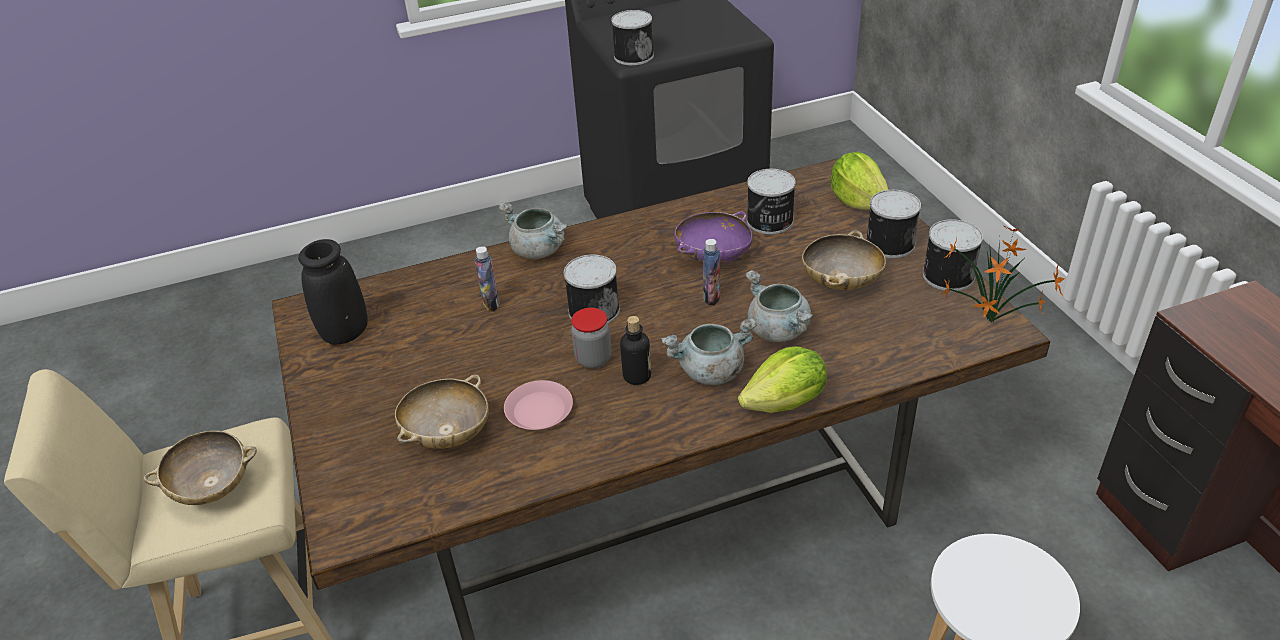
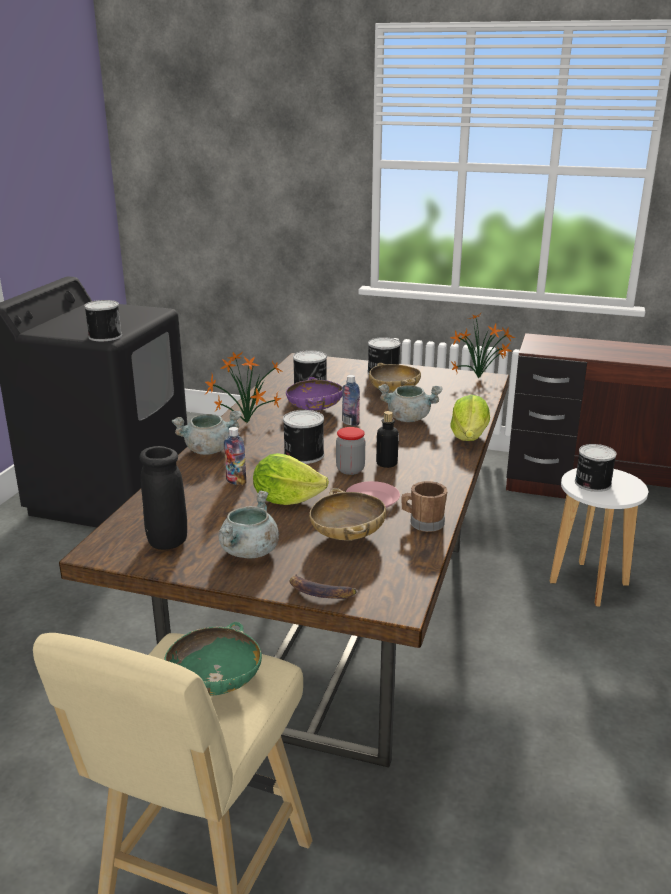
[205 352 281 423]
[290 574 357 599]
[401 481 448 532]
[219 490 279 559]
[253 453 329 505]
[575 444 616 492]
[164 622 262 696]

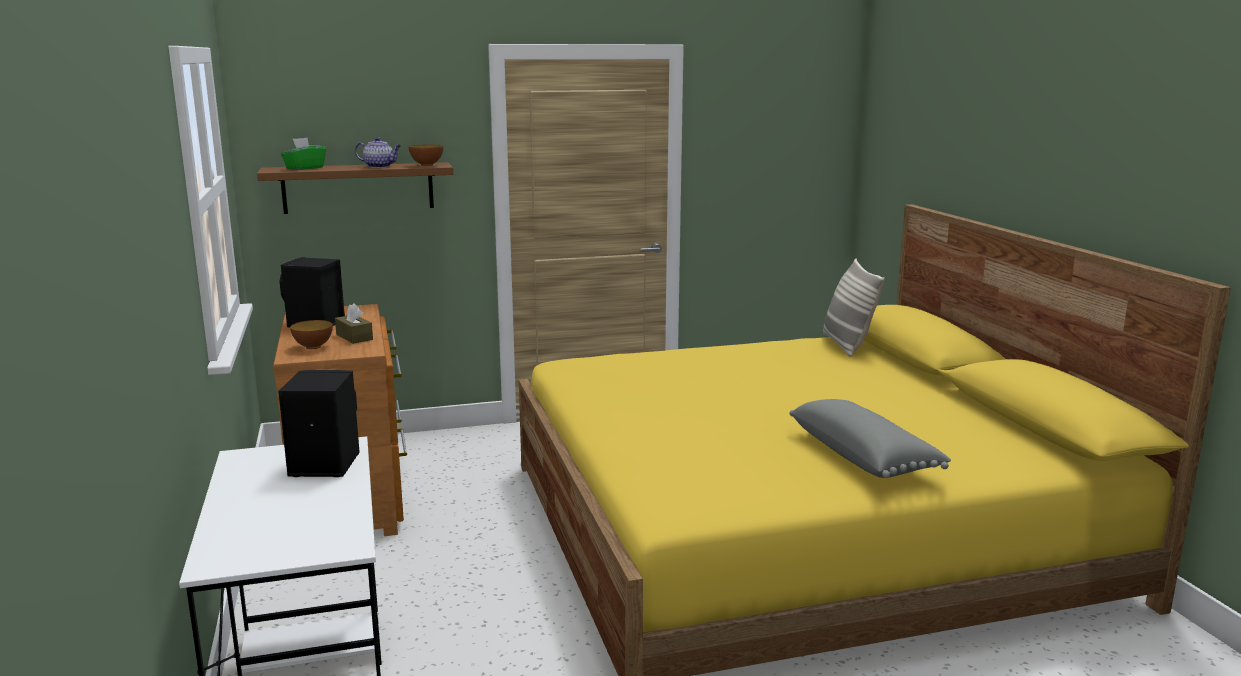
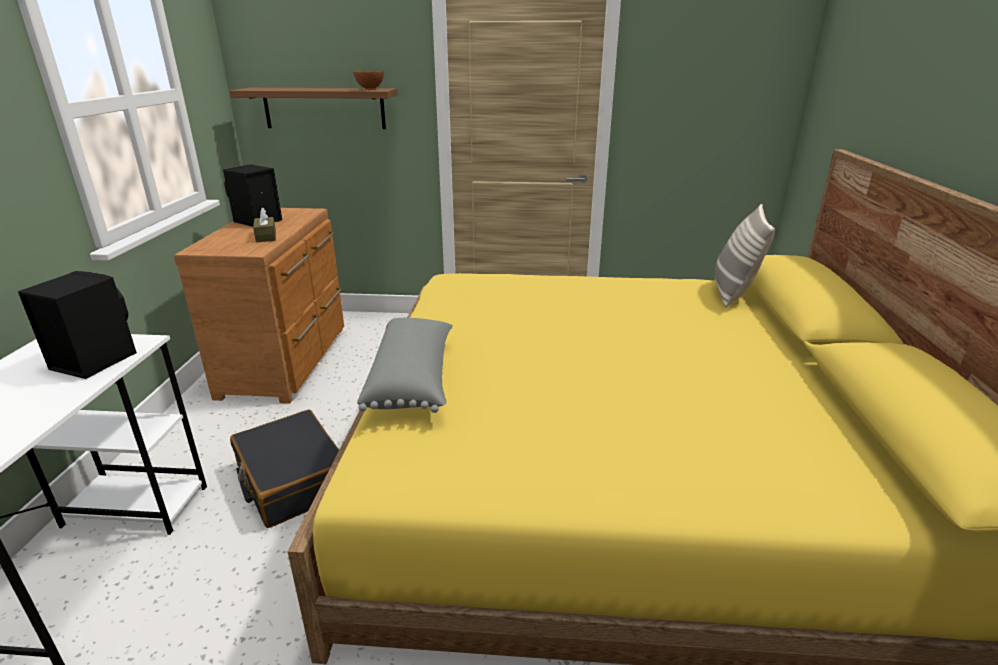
[281 138 326 170] (first image)
[290 320 333 349] (first image)
[355 137 401 168] (first image)
[230 410 339 528]
[357 318 453 413]

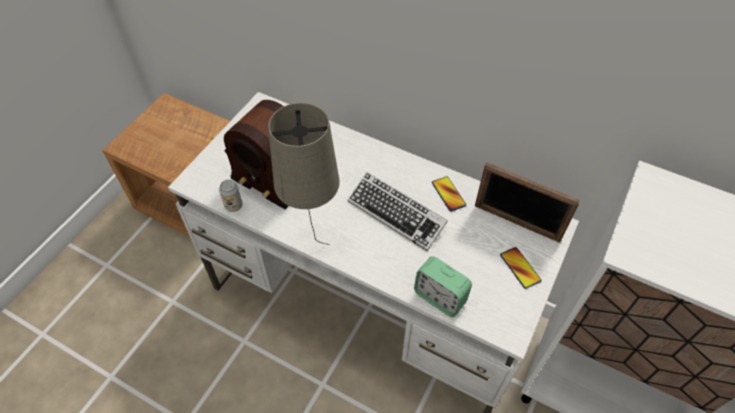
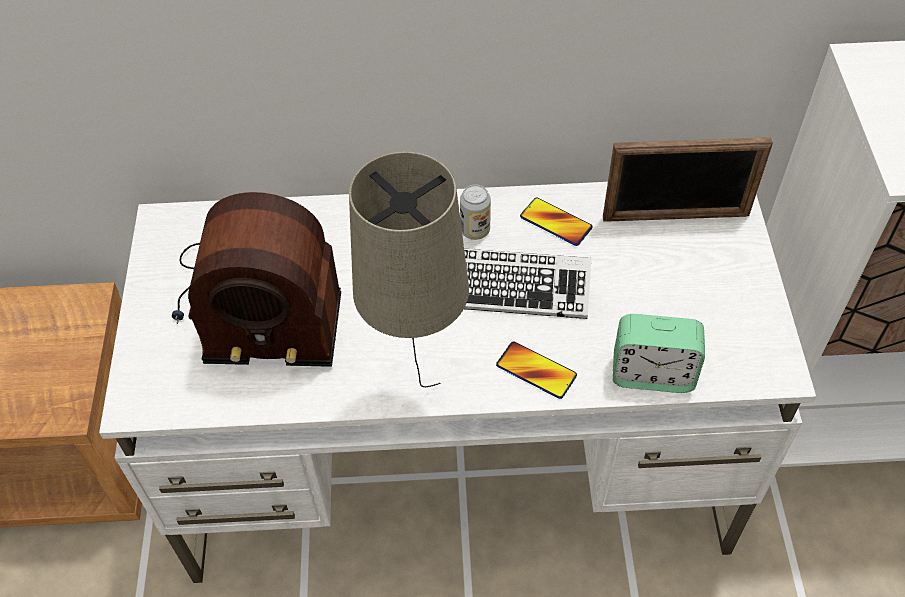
[460 185 491 240]
[496 341 577 399]

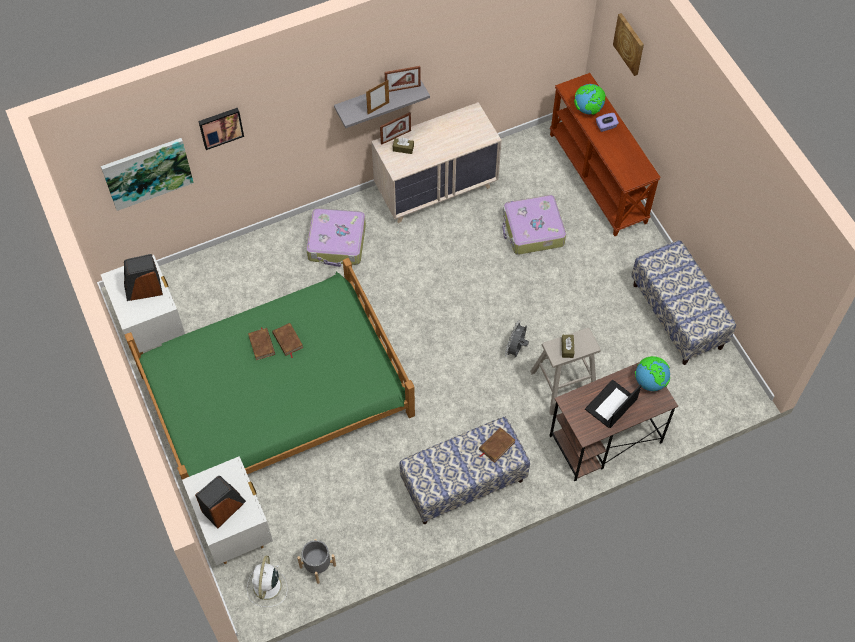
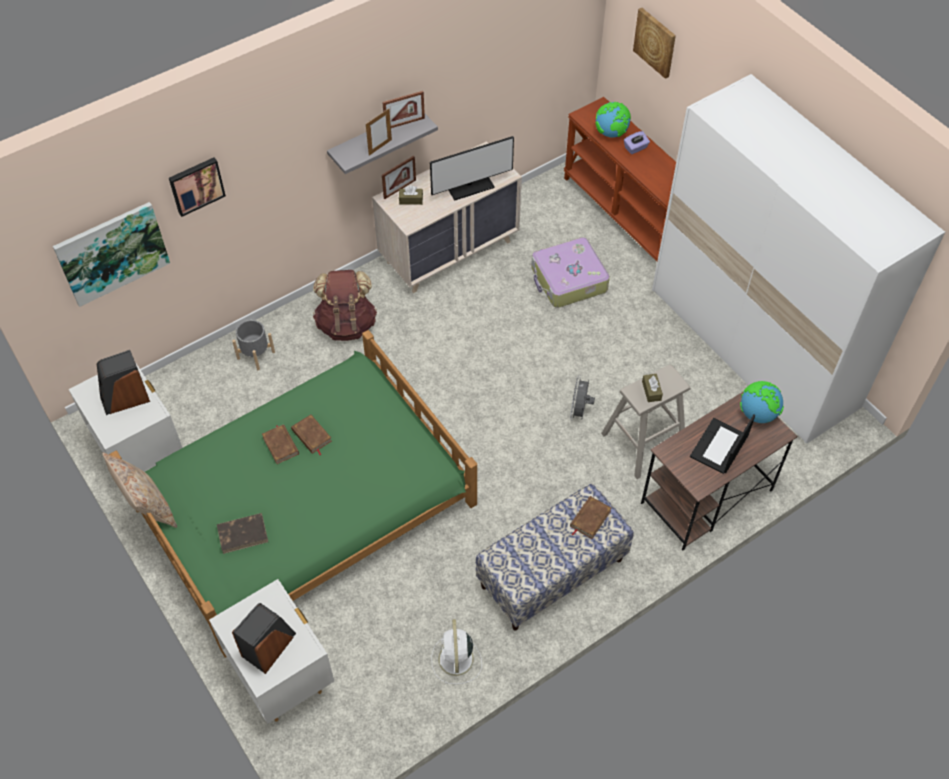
[102 453 177 528]
[217 513 268 554]
[430 136 514 201]
[431 619 482 684]
[232 320 275 370]
[313 270 377 341]
[652 74 945 443]

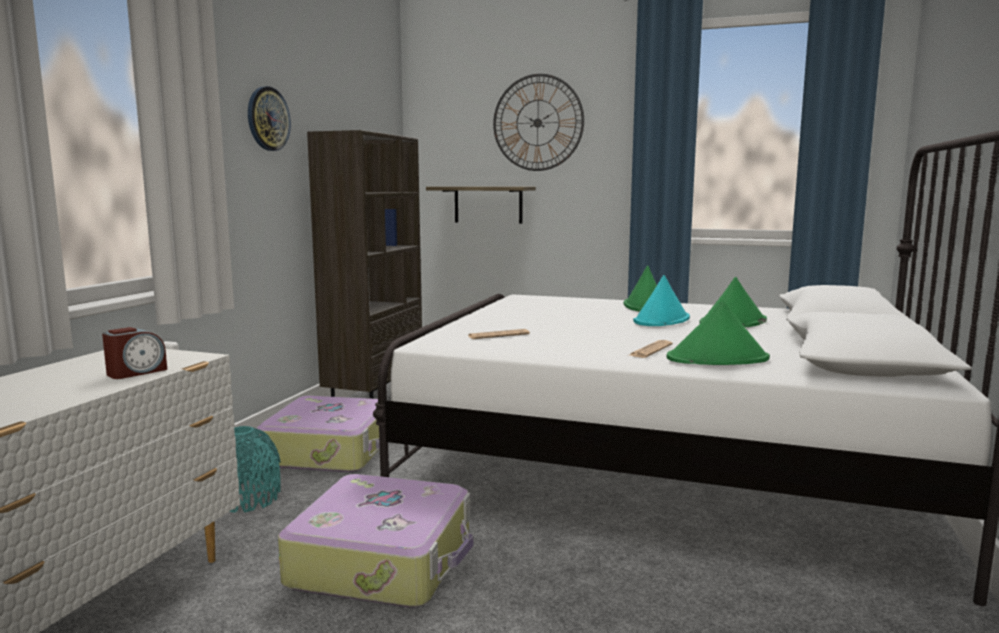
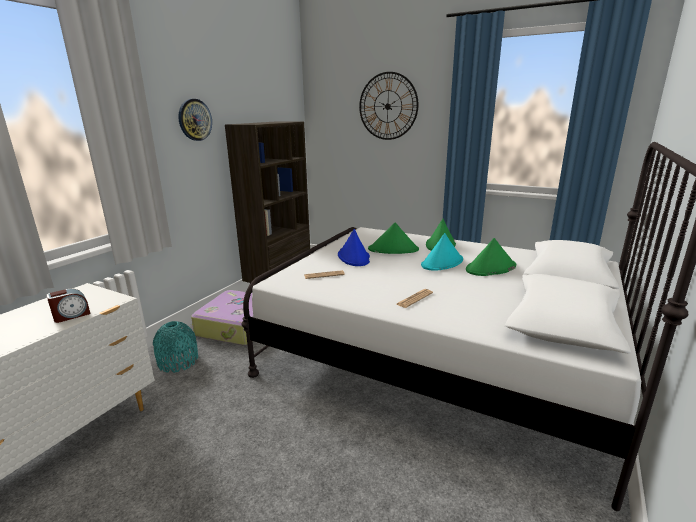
[278 474 474 608] (first image)
[426 187 536 224] (first image)
[338 229 370 266]
[368 222 419 254]

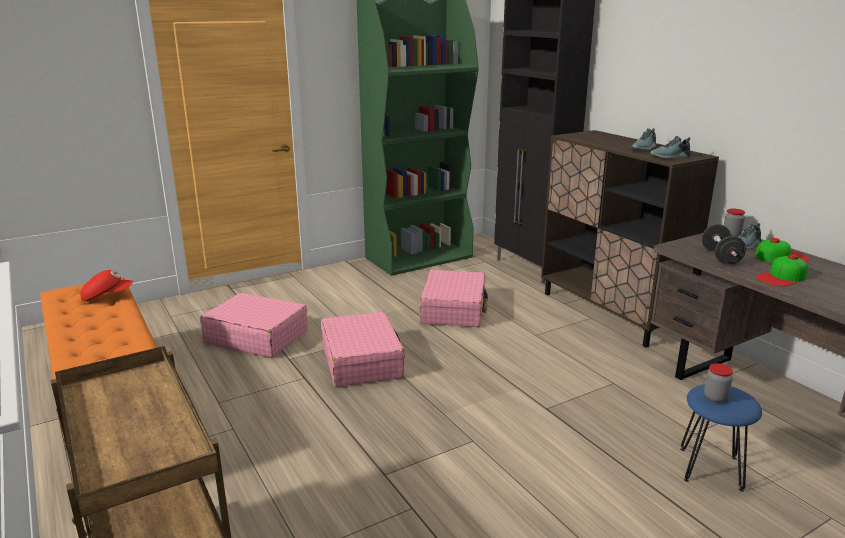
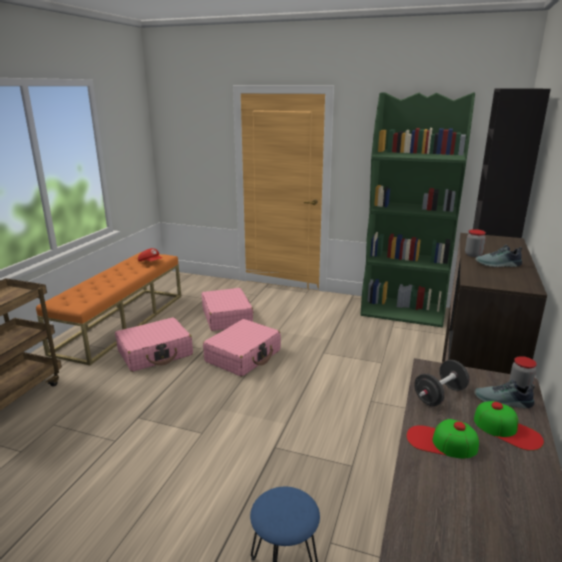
[650 136 691 158] (first image)
[115 317 193 372]
[465 229 486 257]

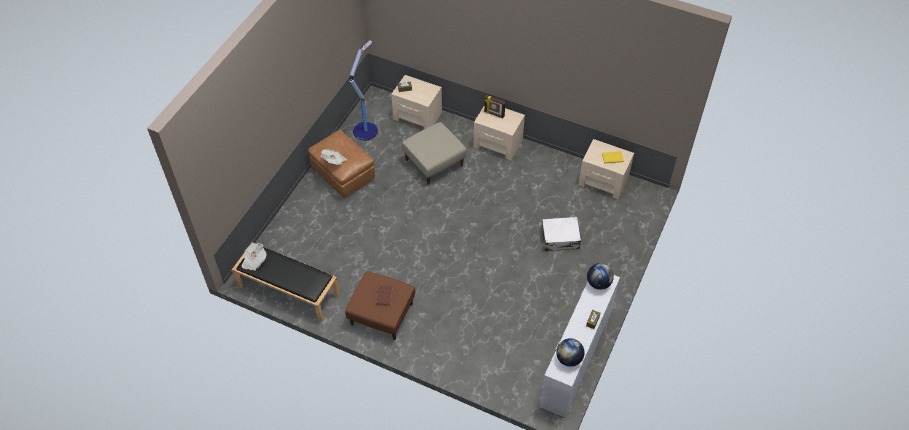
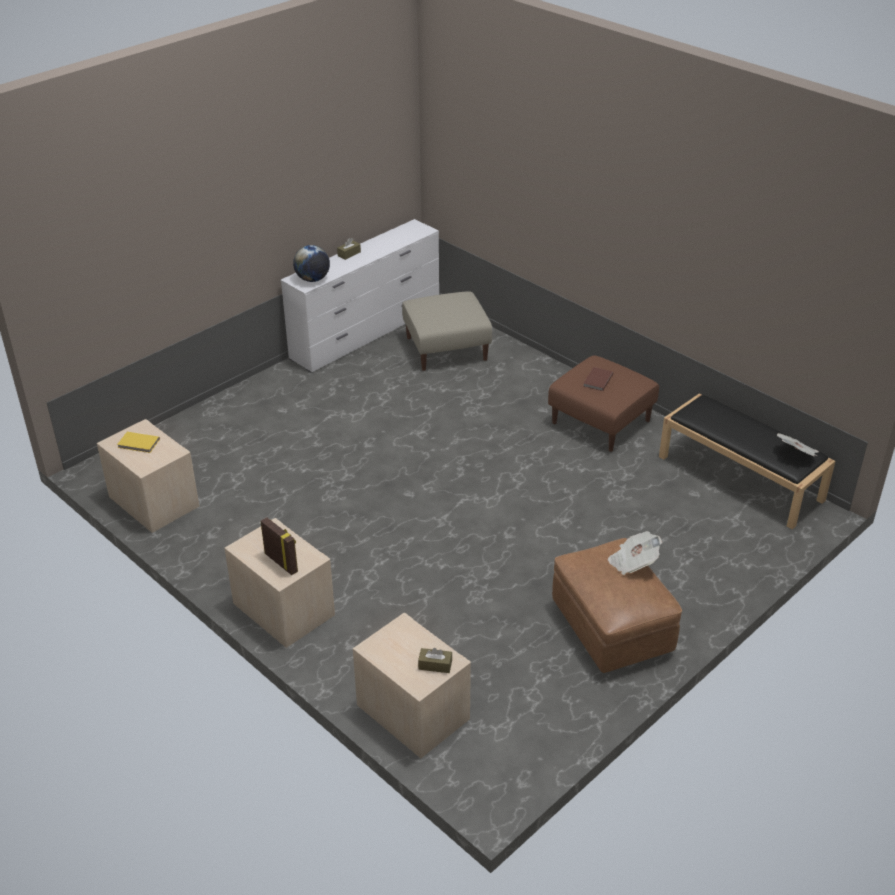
[349 40 378 141] (first image)
[542 217 582 251] (first image)
[556 338 585 367] (first image)
[402 291 492 371]

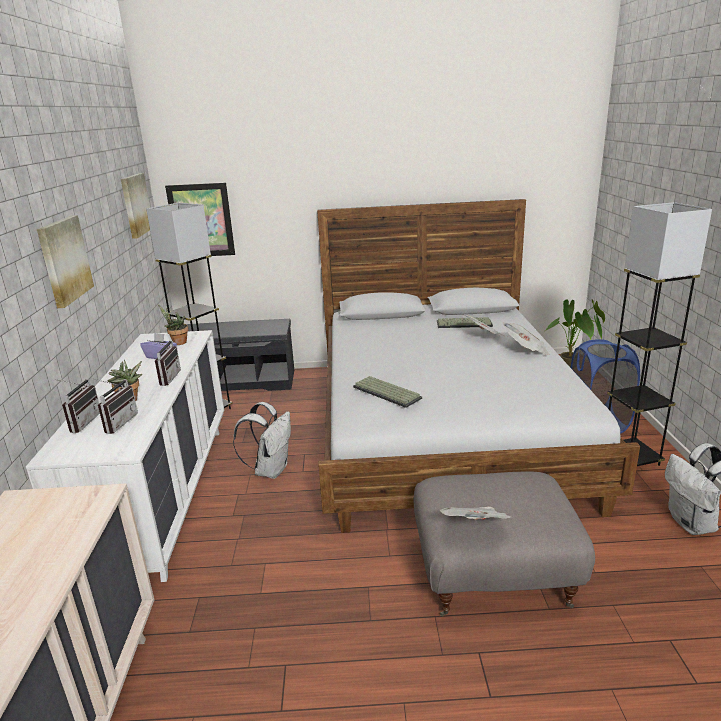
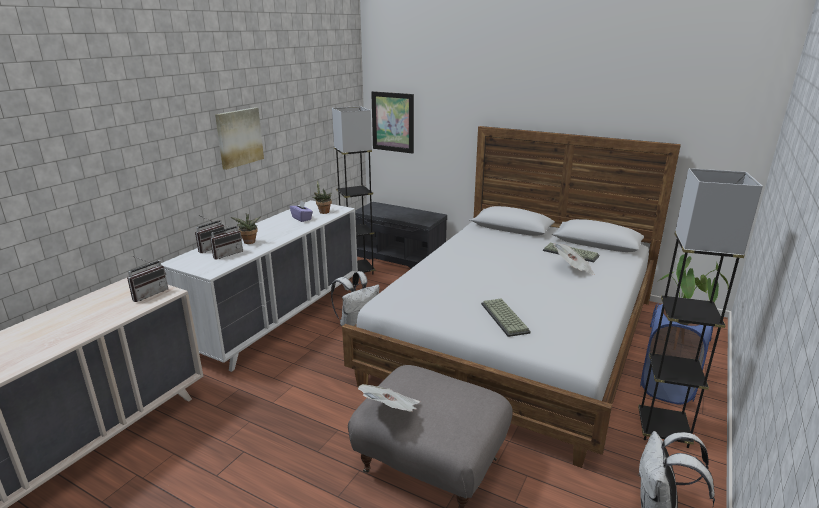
[121 173 150 239] (first image)
[503 323 549 355] (first image)
[127 256 168 302]
[481 298 531 337]

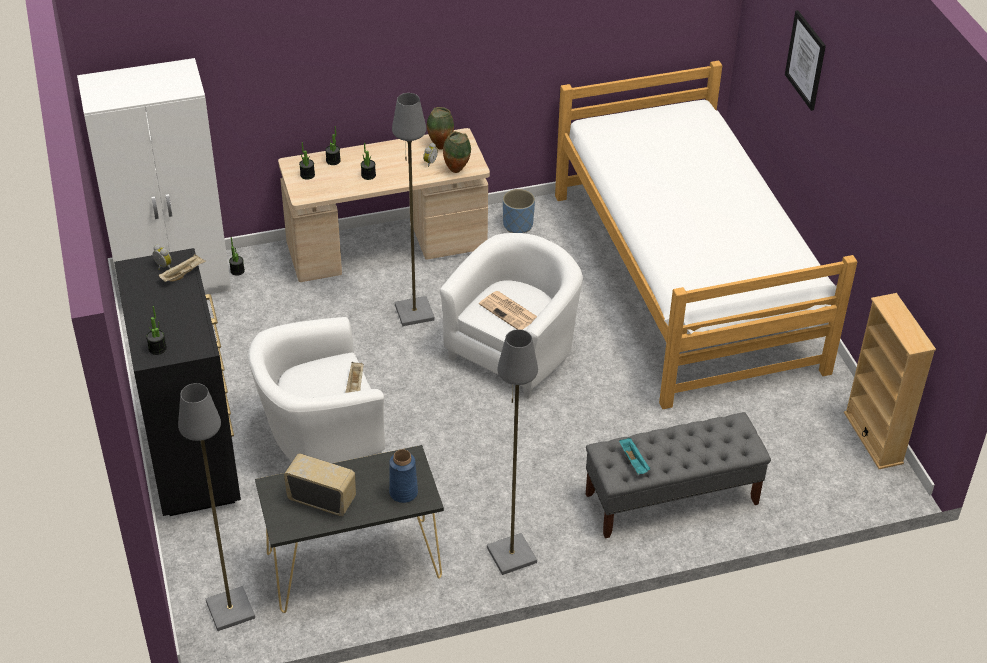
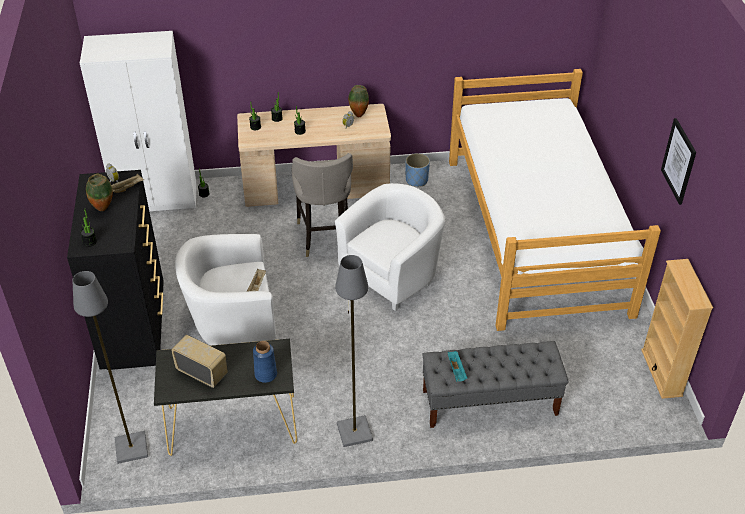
[479 291 537 330] (first image)
[86 174 113 211]
[661 118 696 205]
[291 153 353 257]

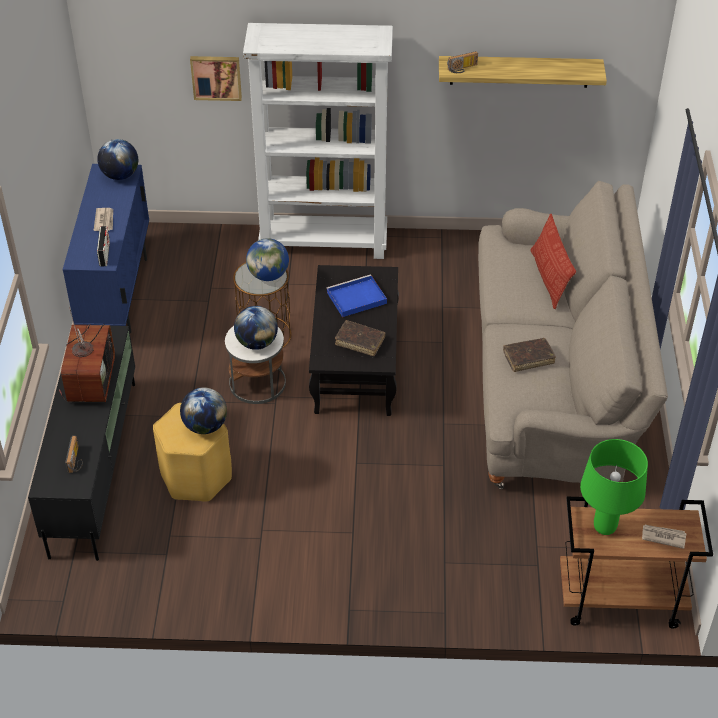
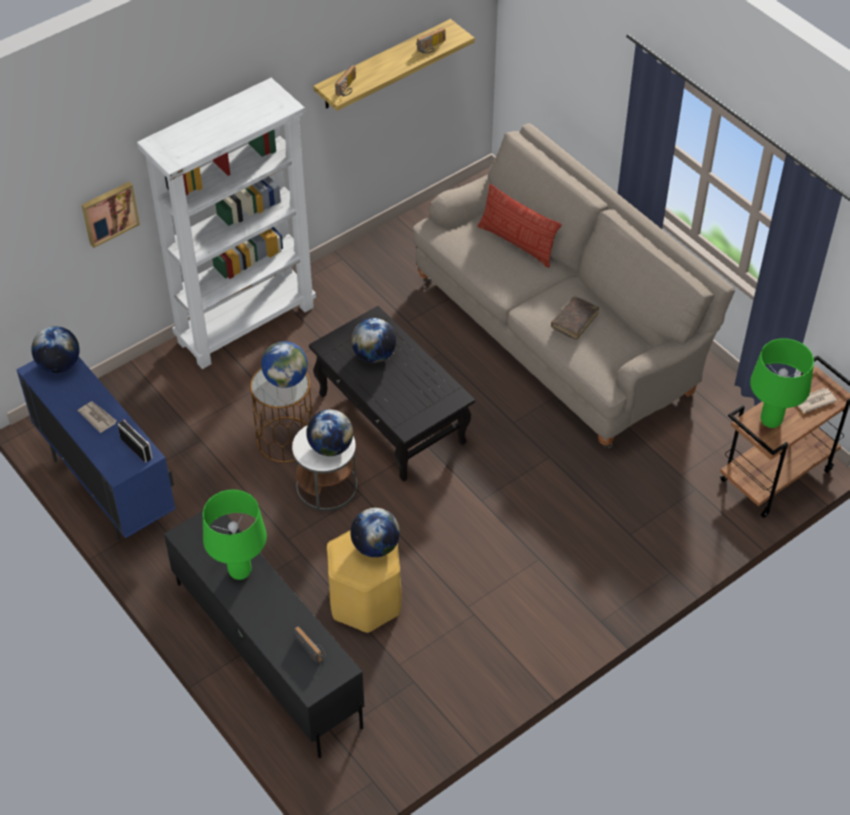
[335 320 385 356] (first image)
[417 27 445 54]
[203 490 267 580]
[351 318 396 363]

